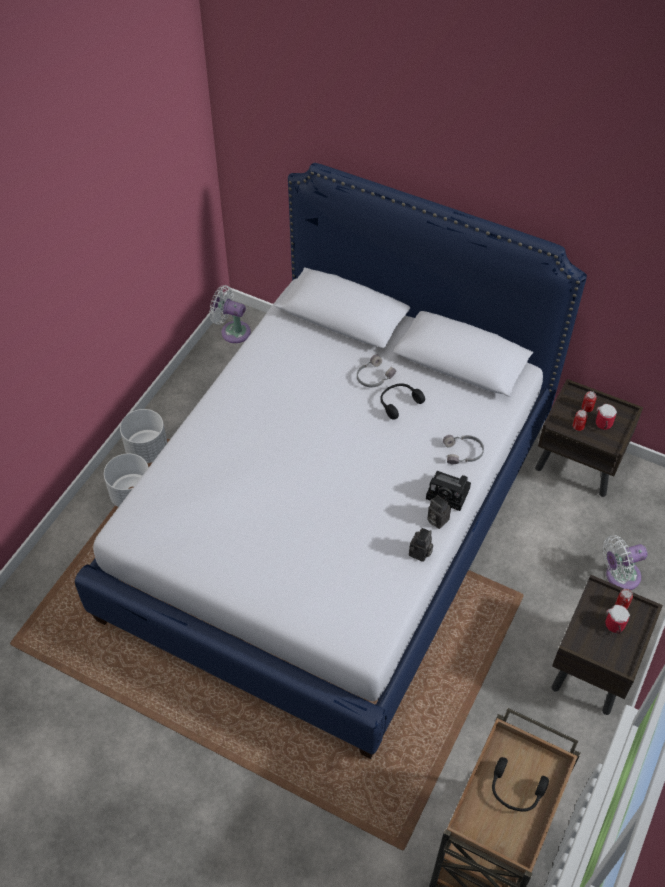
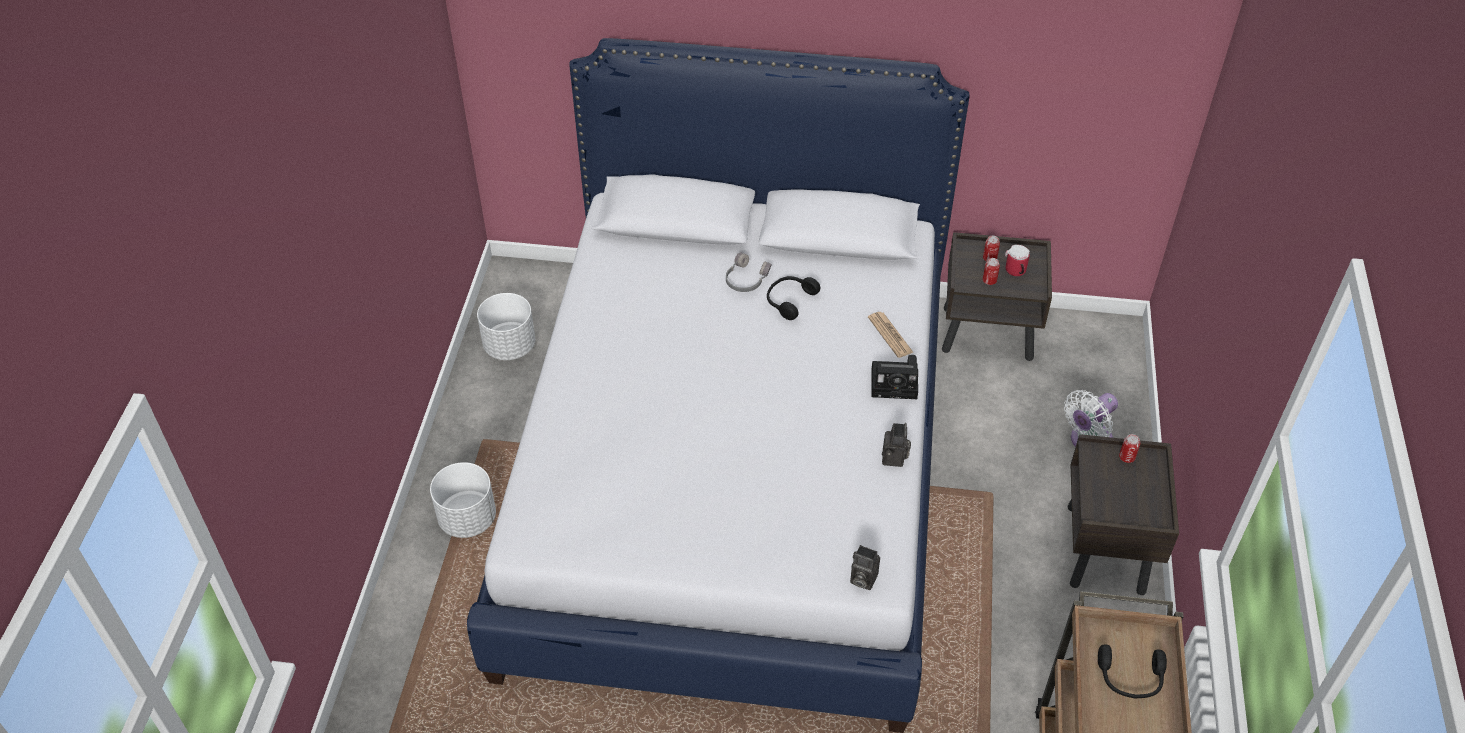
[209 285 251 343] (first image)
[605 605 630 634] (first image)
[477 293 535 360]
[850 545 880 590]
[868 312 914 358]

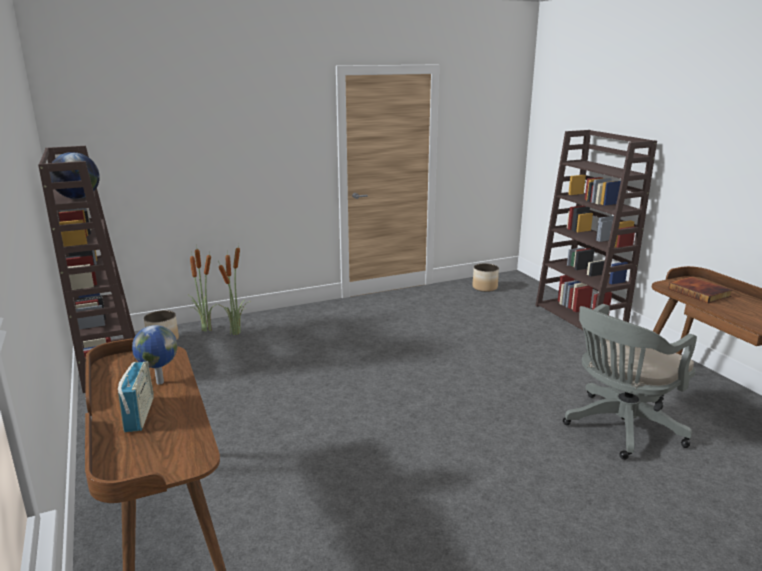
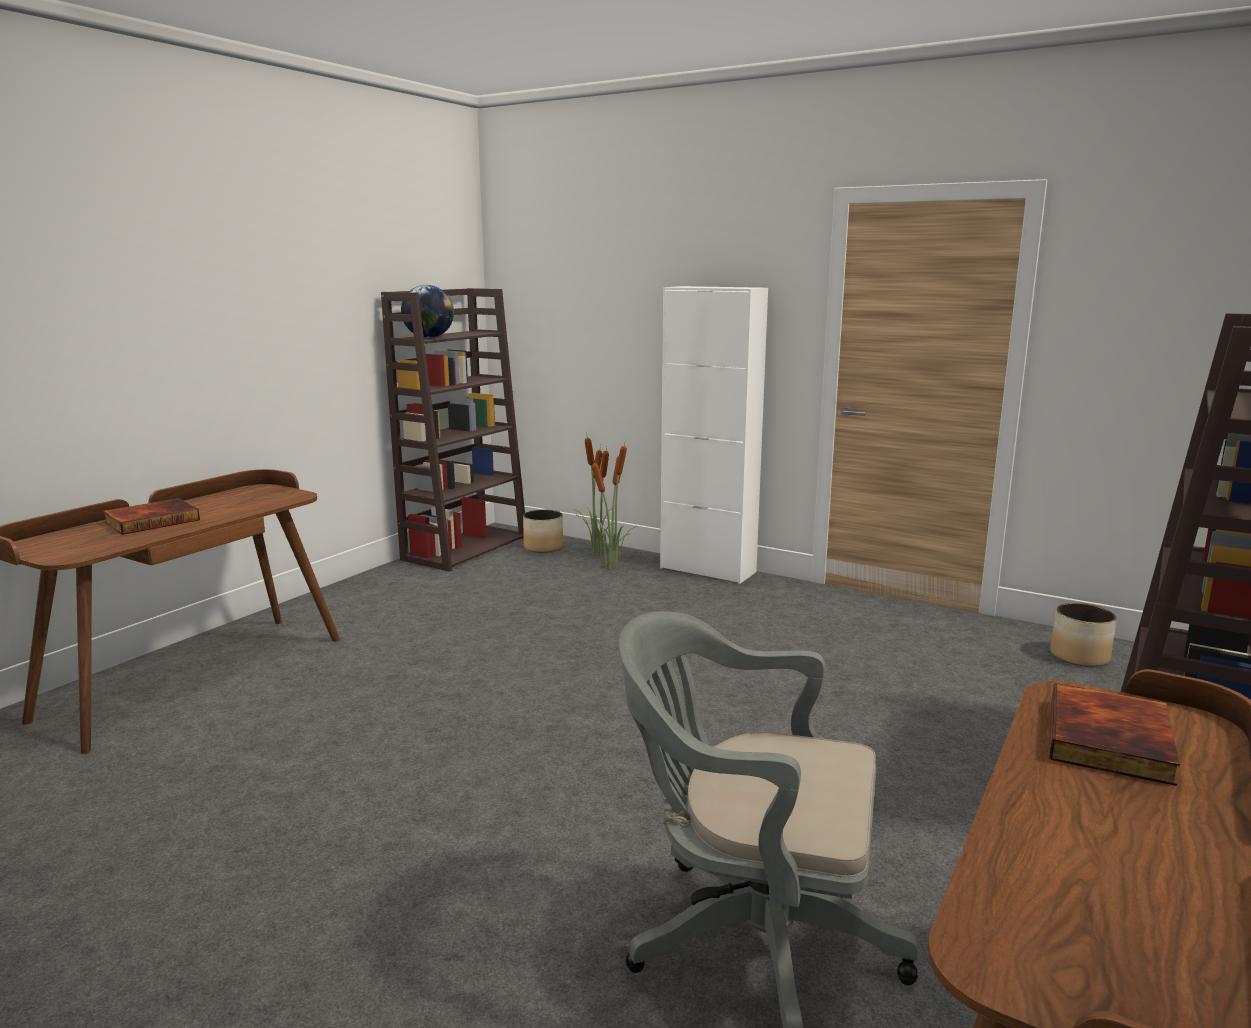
[132 325 177 385] (first image)
[660 286 768 584]
[103 498 200 535]

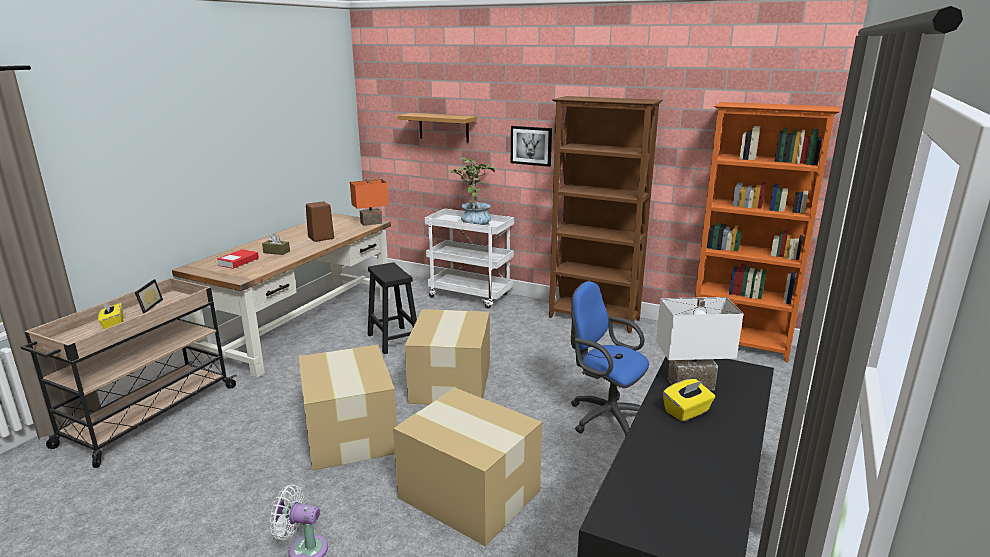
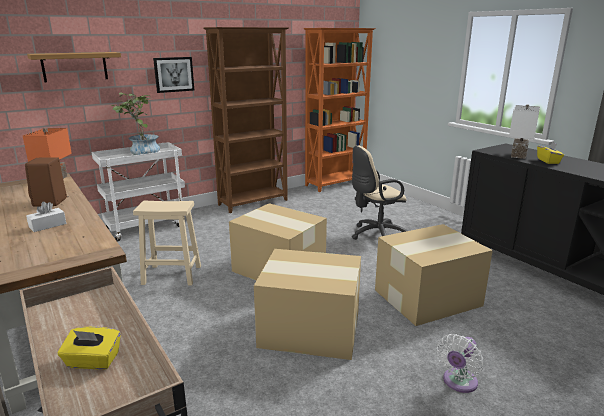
[135 279 163 314] (first image)
[217 249 259 269] (first image)
[26 202 66 232]
[133 201 201 286]
[352 146 408 240]

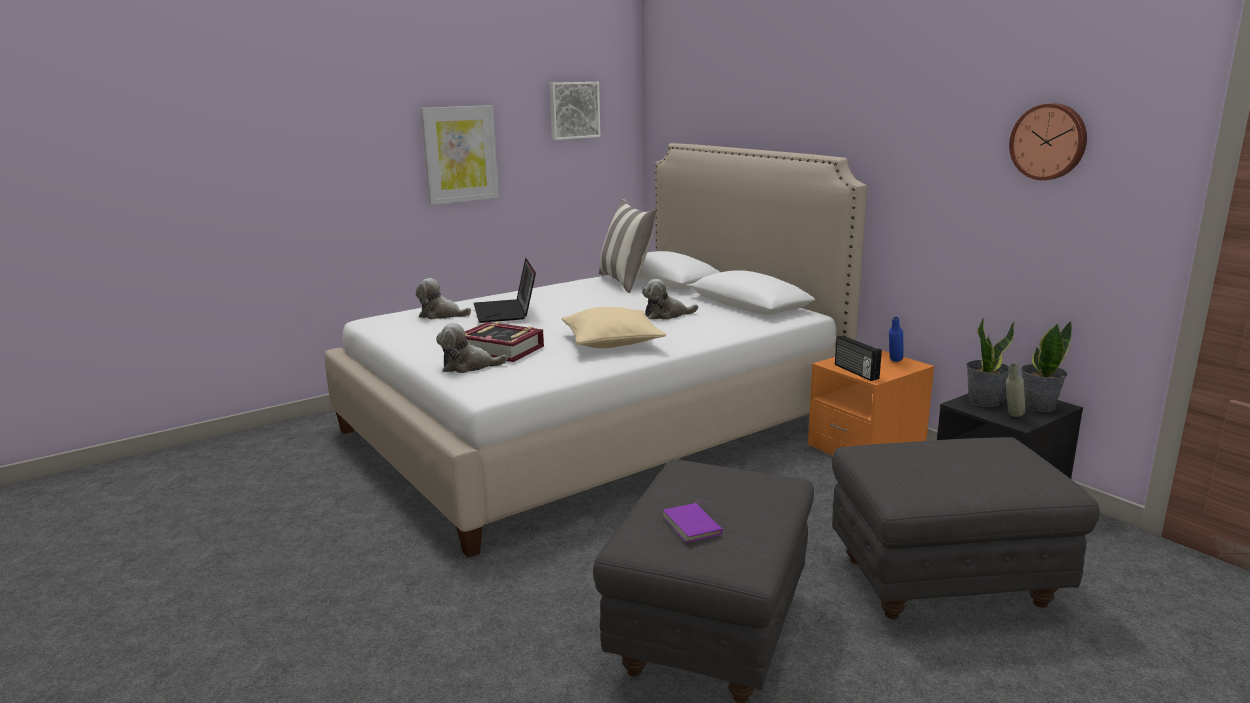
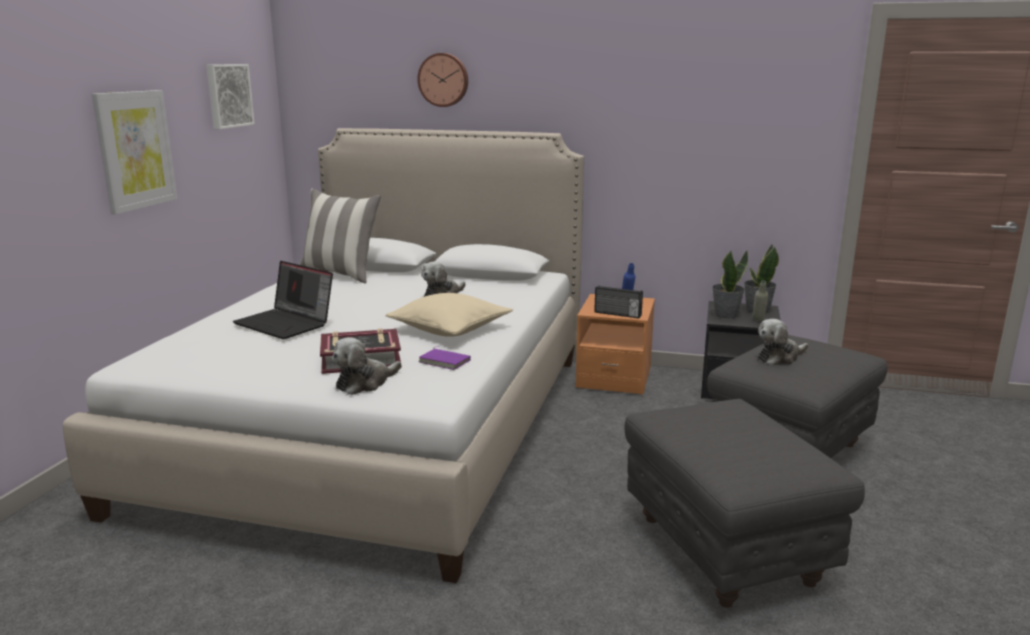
[757 319 808 365]
[419 346 471 370]
[417 53 468 107]

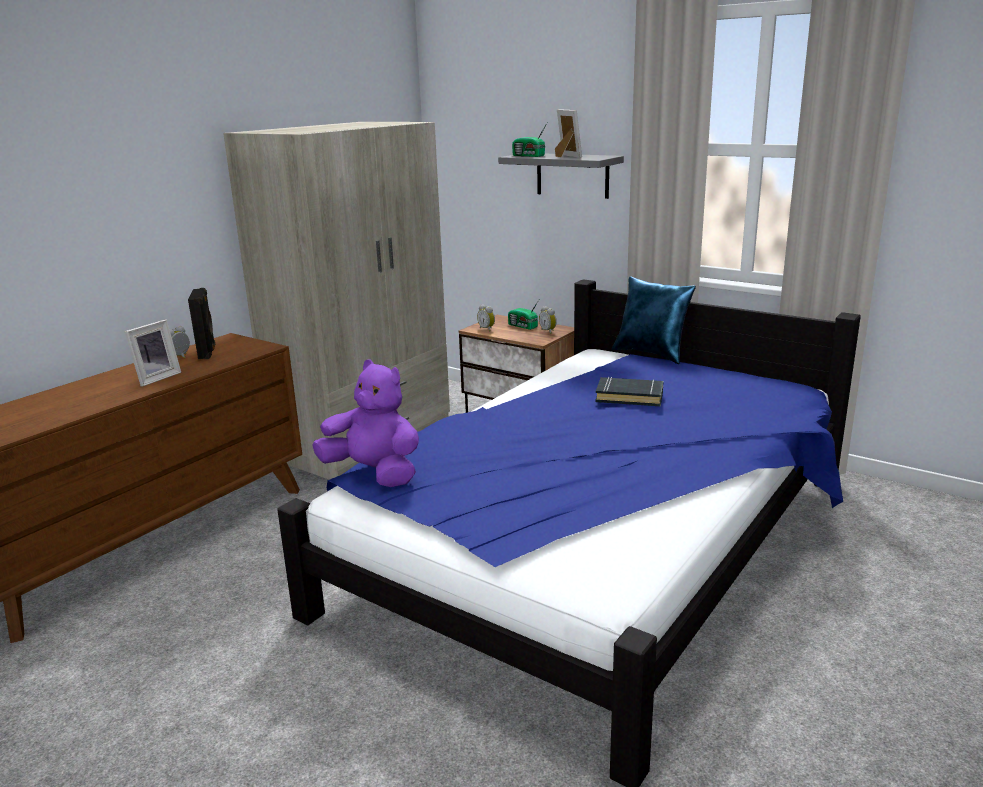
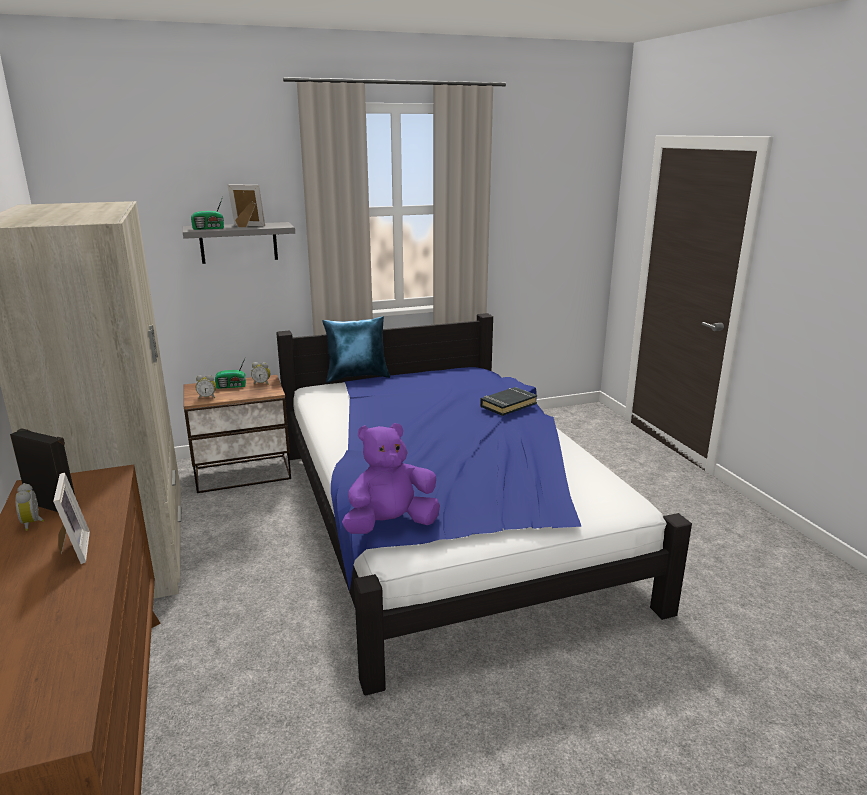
[480 387 537 416]

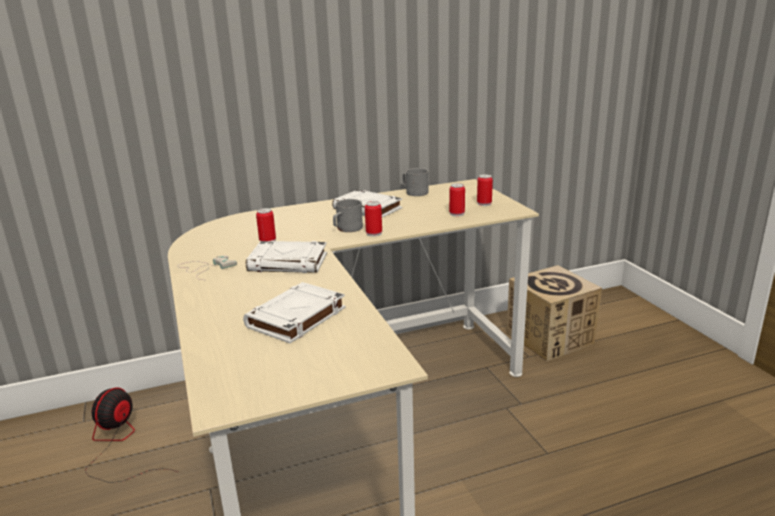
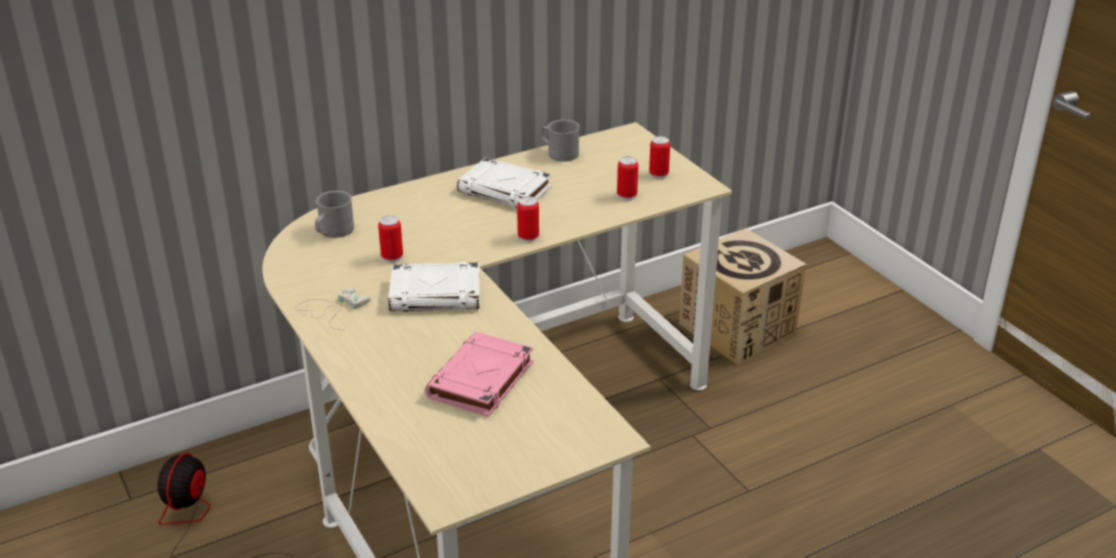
[315 191 354 238]
[425 332 533 417]

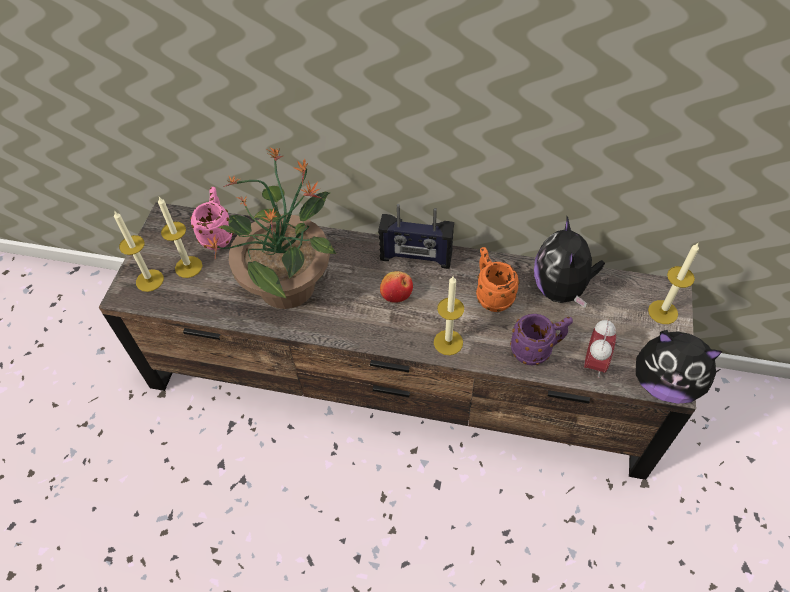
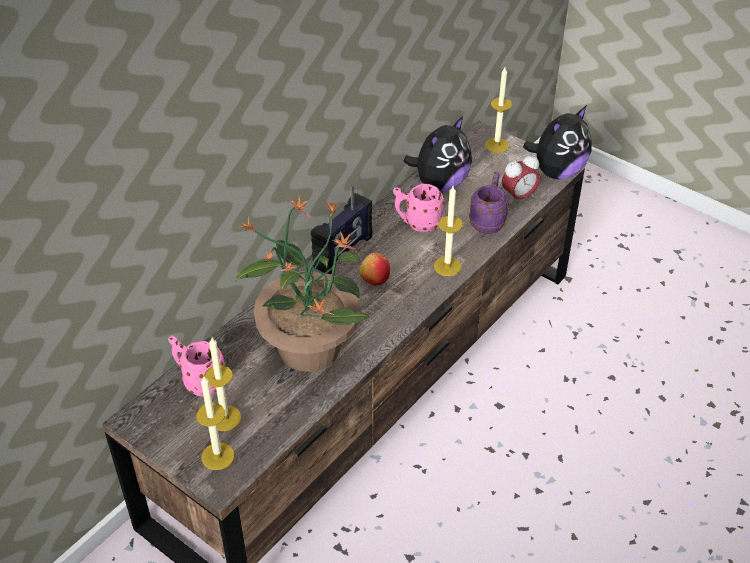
[393 184 444 232]
[404 116 472 192]
[502 153 540 205]

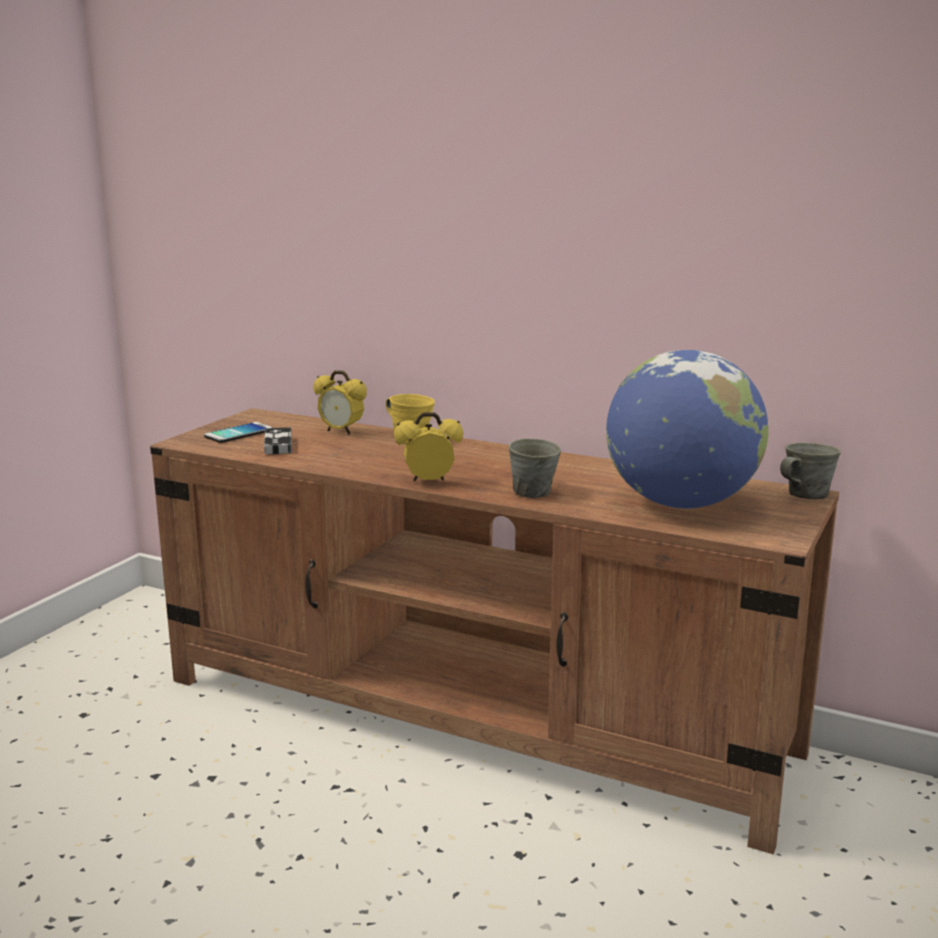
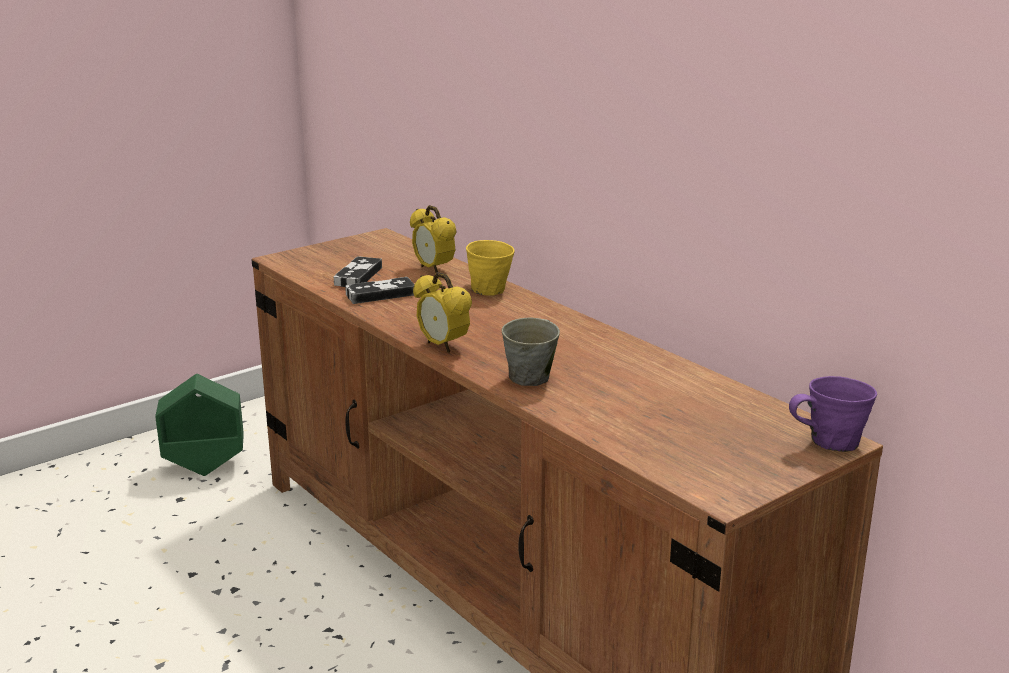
[204 422 273 443] (first image)
[606 350 769 509] (first image)
[155 374 244 476]
[345 277 415 304]
[789 376 877 452]
[413 272 472 353]

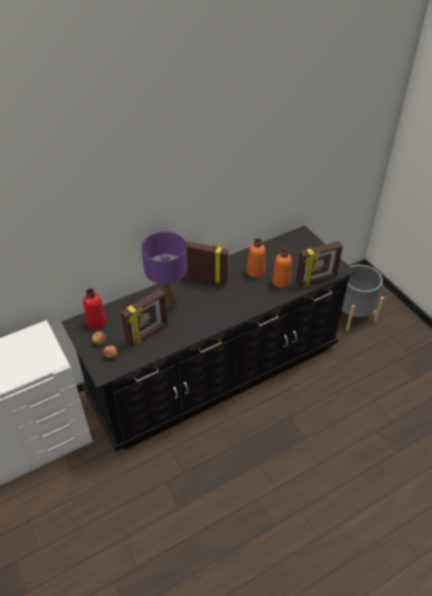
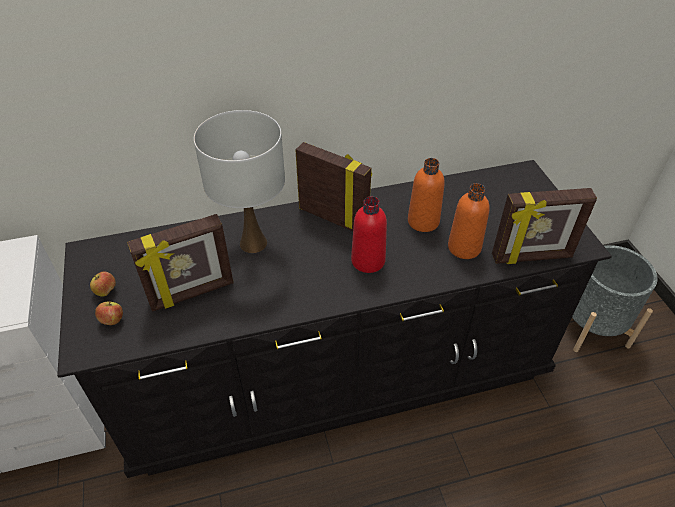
[351 196 387 273]
[194 110 285 253]

